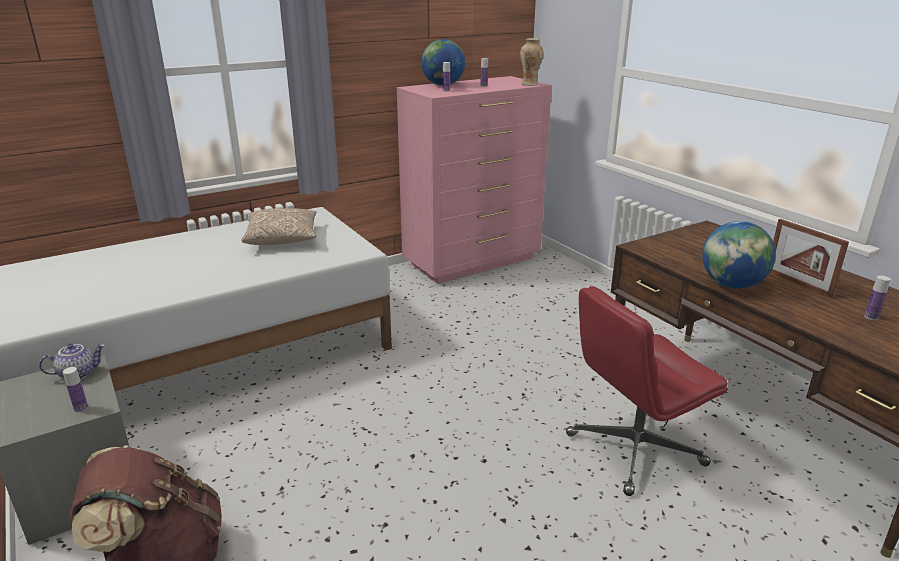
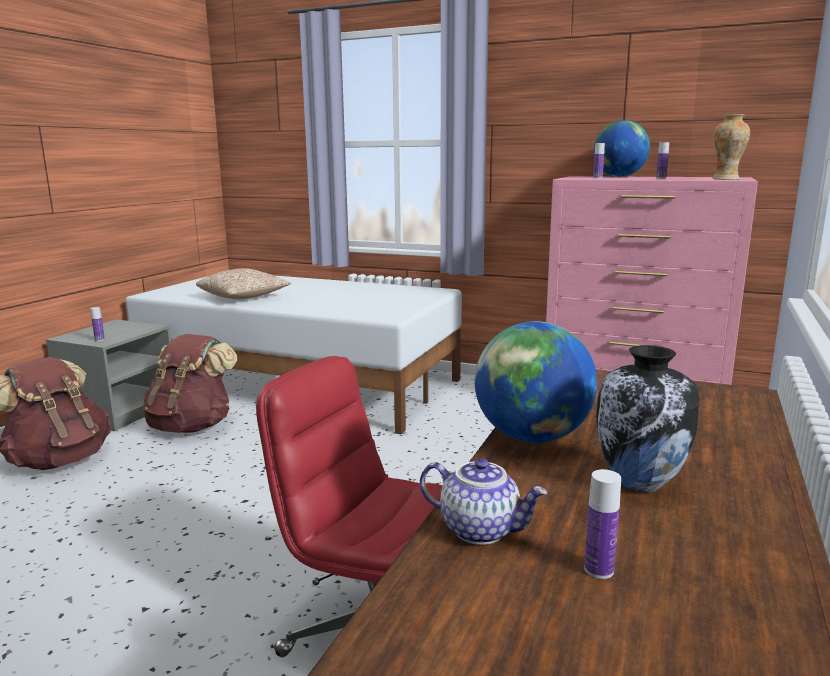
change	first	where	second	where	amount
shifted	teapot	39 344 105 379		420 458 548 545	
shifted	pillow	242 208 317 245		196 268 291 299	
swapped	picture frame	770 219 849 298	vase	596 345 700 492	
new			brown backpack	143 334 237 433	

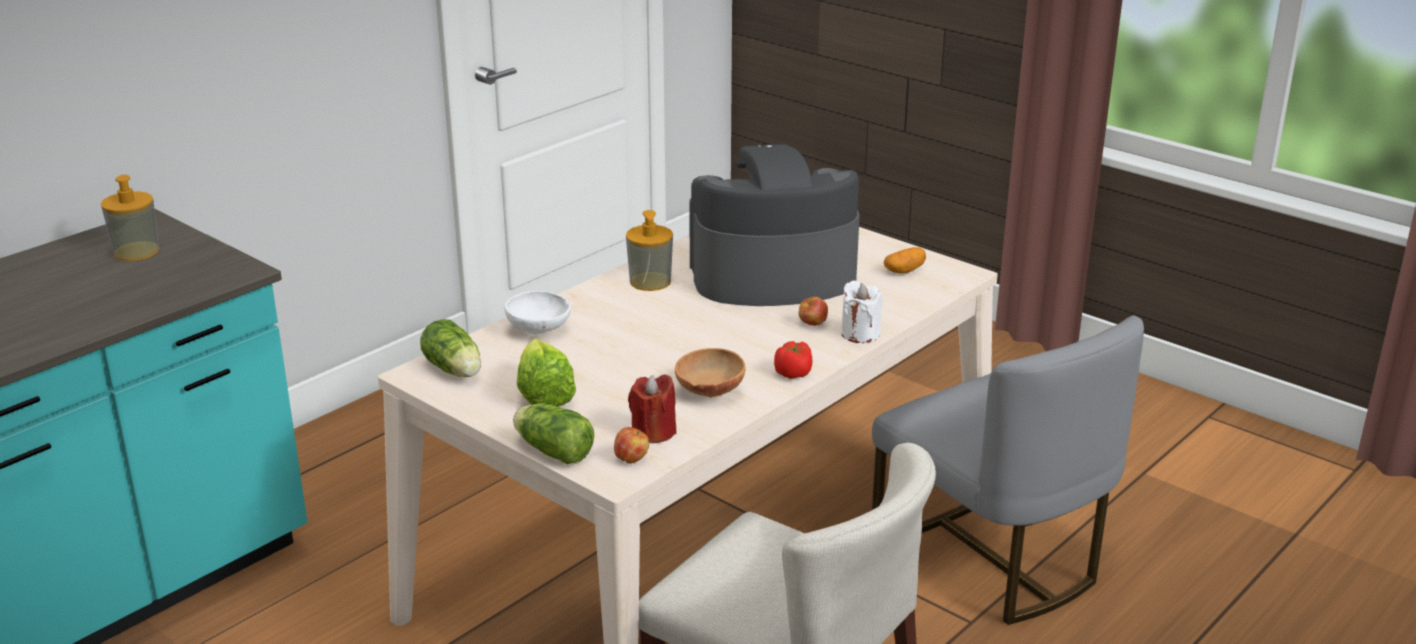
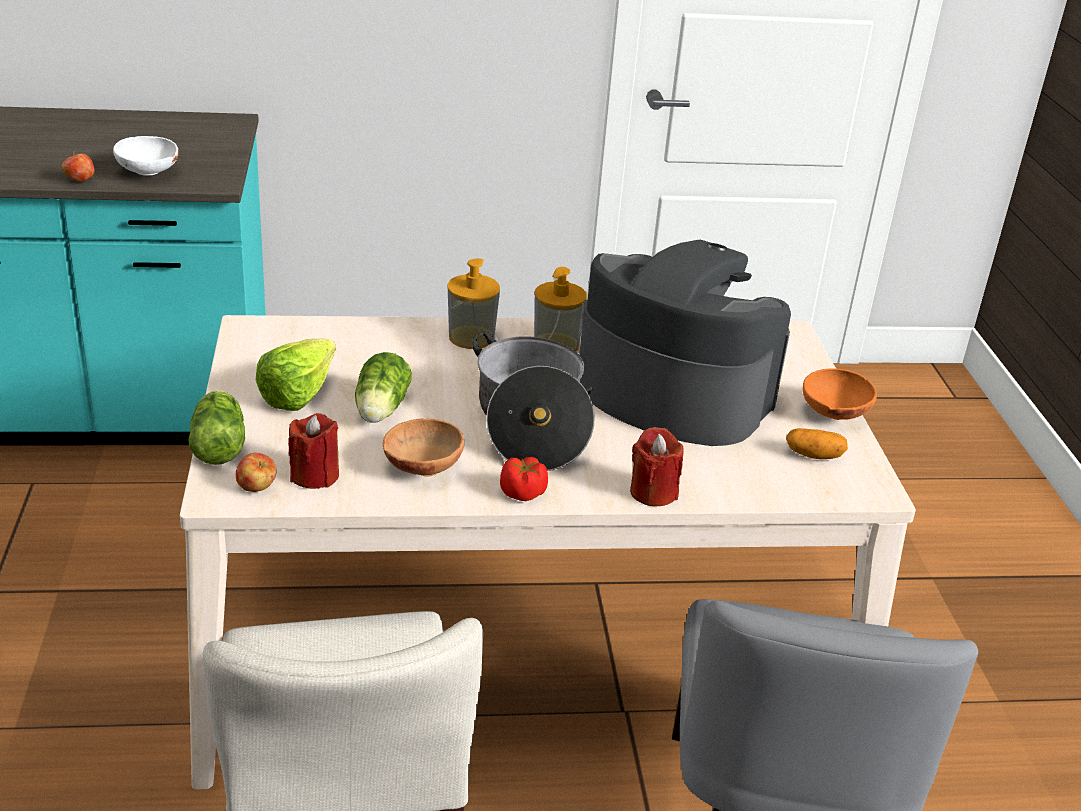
change	first	where	second	where	amount
shifted	soap dispenser	101 174 159 261		448 258 500 349	
shifted	lettuce	420 319 481 377		355 352 412 423	
shifted	white bowl	504 291 571 334		113 136 179 176	
shifted	apple	799 297 828 326		62 151 95 182	
repainted	white candle	841 281 882 343	red candle	630 427 684 506	
new			cooking pot	472 332 595 471	
new			orange bowl	802 368 877 420	

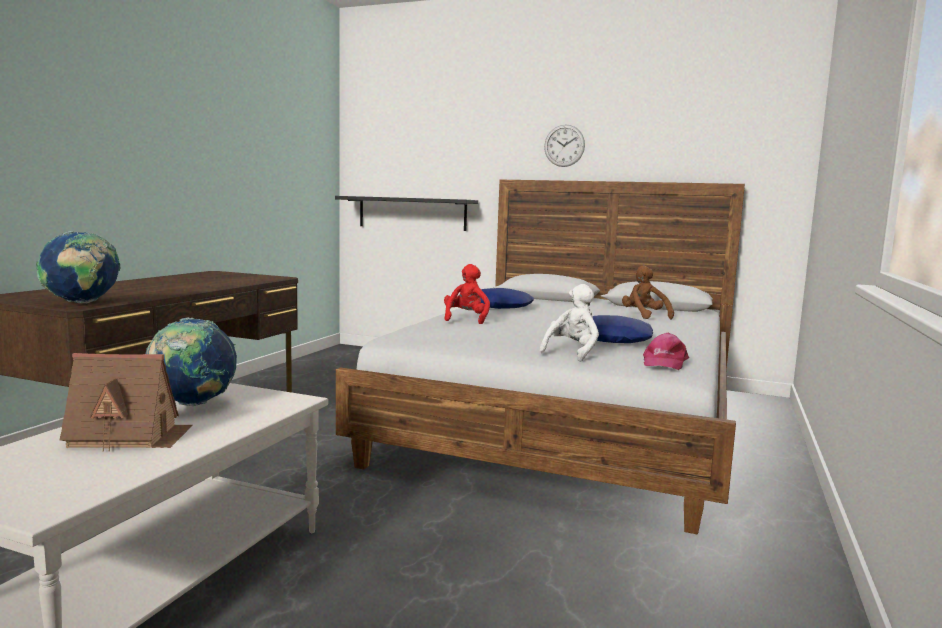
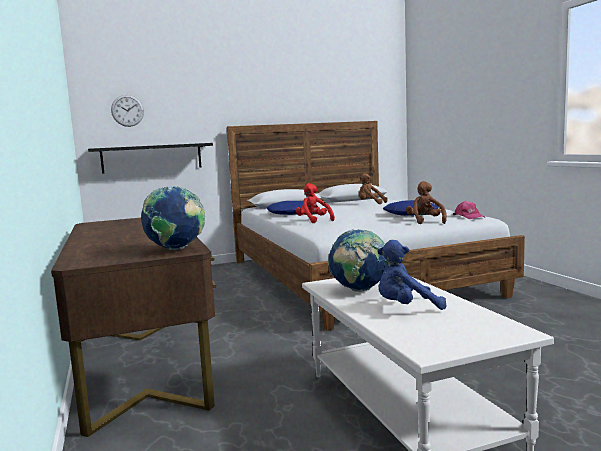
change	first	where	second	where	amount
swapped	toy house	60 353 192 451	blue plush toy	377 240 447 310	
repainted	white plush toy	539 284 599 362	brown plush toy	406 181 447 224	
shifted	wall clock	544 124 585 167		111 95 144 127	

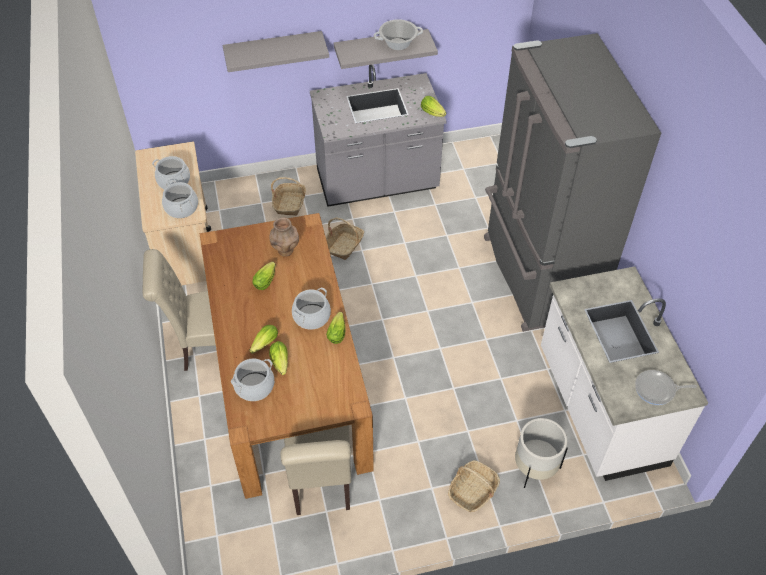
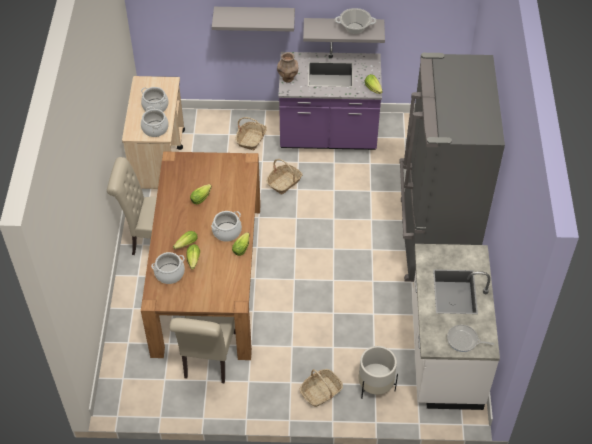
change	first	where	second	where	amount
shifted	brown vase	270 217 299 257		277 52 298 82	
repainted	grey counter	310 65 447 207	purple counter	278 42 382 150	

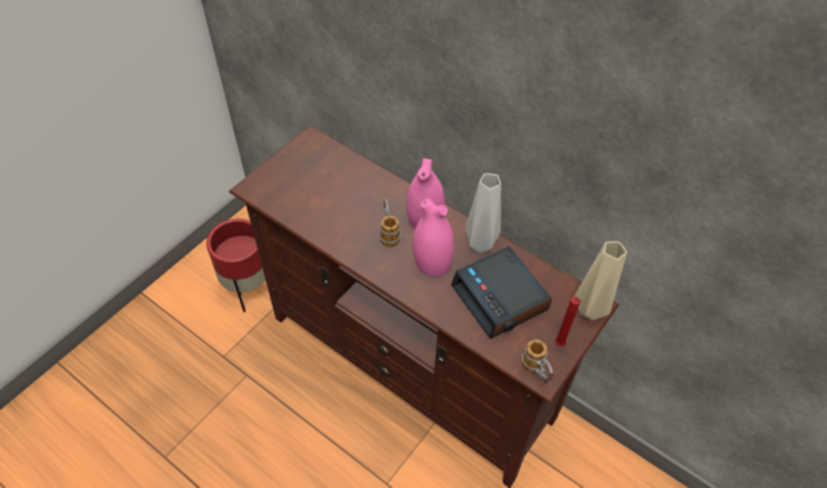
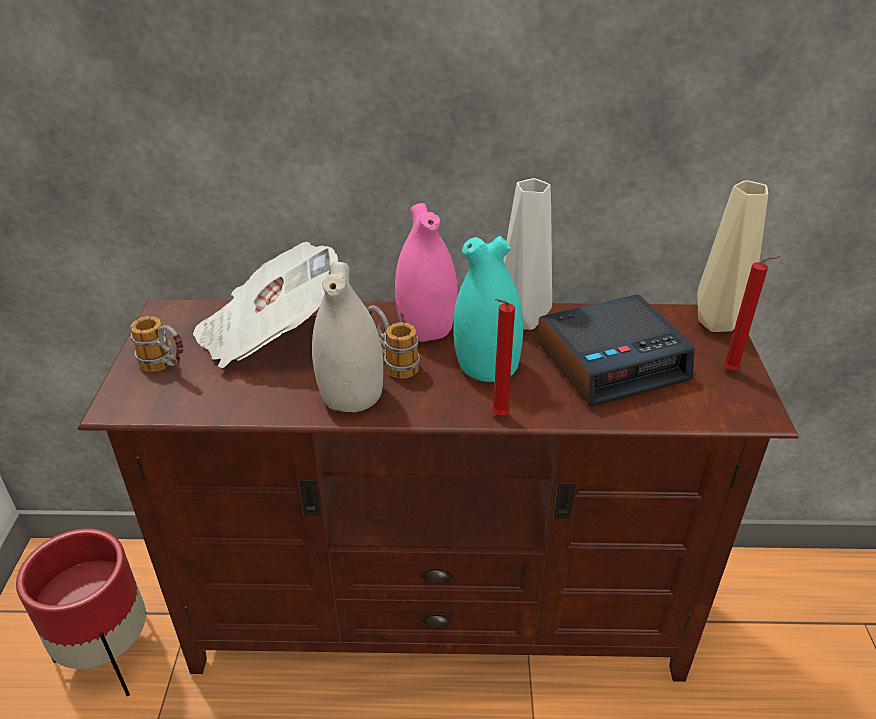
change	first	where	second	where	amount
repainted	pink vase	413 198 454 277	turquoise vase	453 236 523 382	
rotated	alarm clock	451 246 552 339		537 294 695 407	45 degrees counterclockwise
shifted	mug	521 339 554 384		131 316 184 372	
new			newspaper	193 242 338 368	
new			white vase	312 262 383 412	
new			red candle	491 299 515 415	

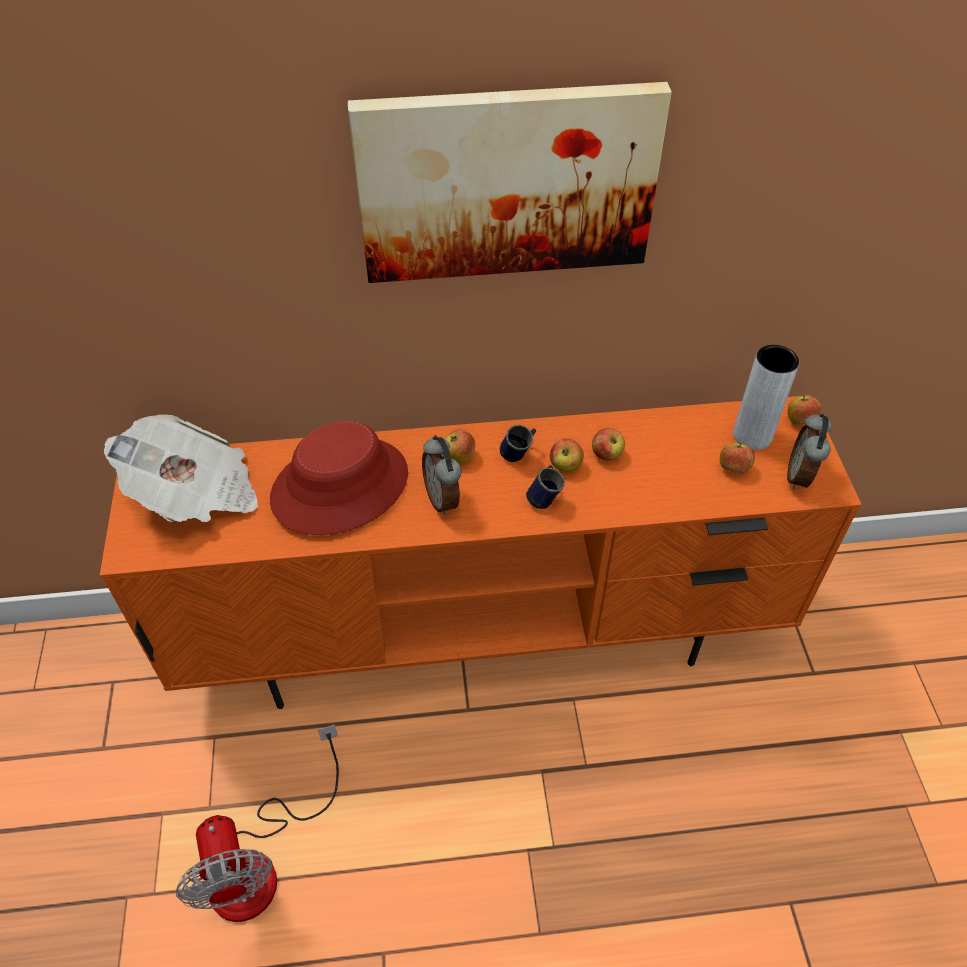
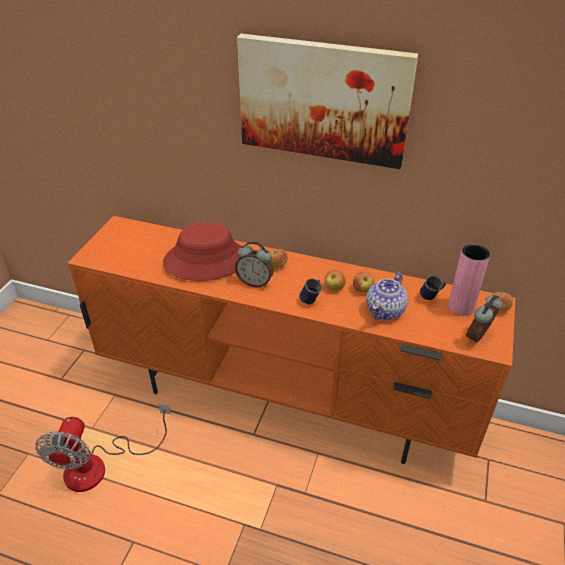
change	first	where	second	where	amount
gone	newspaper	104 414 258 523			
rotated	alarm clock	422 435 461 515		235 241 274 287	75 degrees counterclockwise
shifted	blue mug	500 425 536 462		420 275 446 300	
gone	apple	720 442 755 473			
repainted	grey vase	733 345 799 450	pink vase	448 244 490 316	
new			teapot	366 273 408 320	

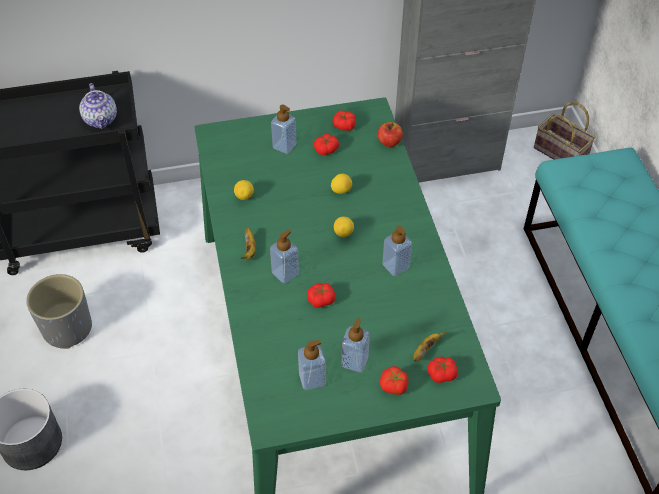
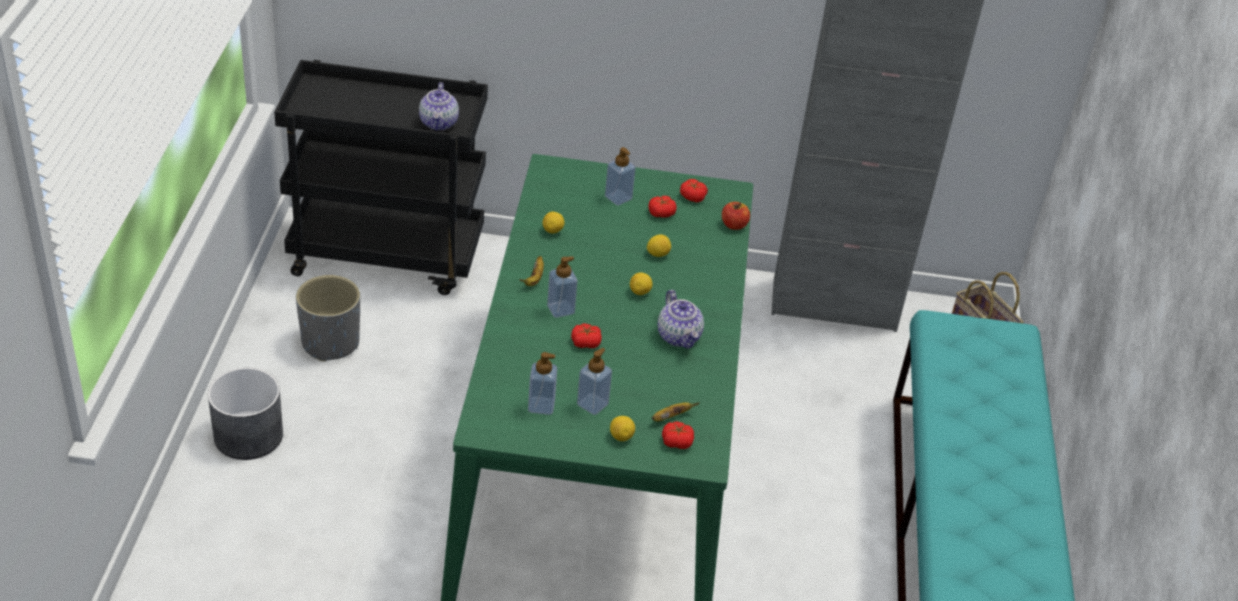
change	first	where	second	where	amount
swapped	tomato	380 366 409 395	lemon	610 416 635 441	
swapped	soap dispenser	383 226 412 276	teapot	658 290 704 349	

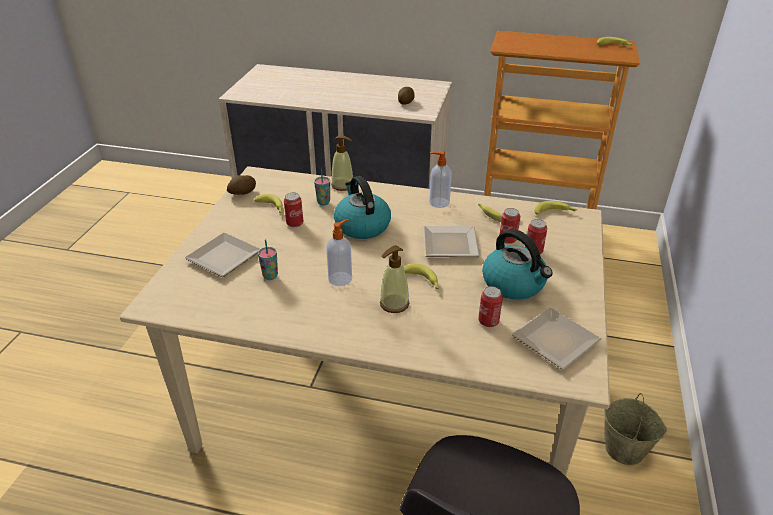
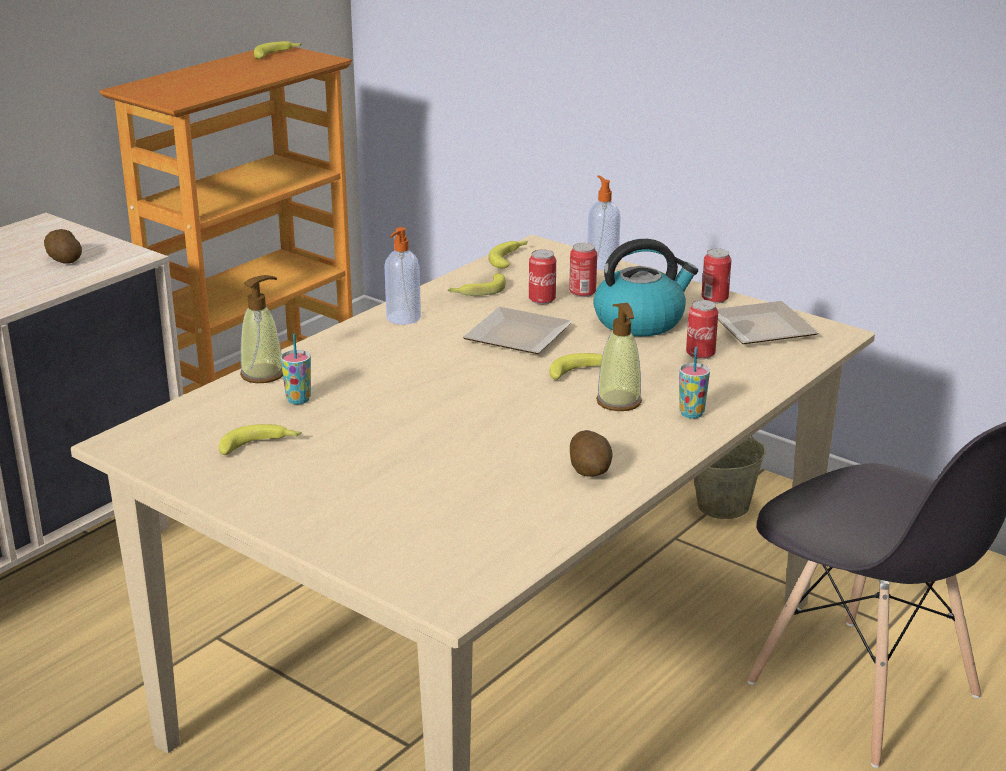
change	first	where	second	where	amount
gone	plate	185 232 260 277			
shifted	potato	227 175 256 195		570 430 612 476	
shifted	cup	258 239 278 280		679 347 710 419	
shifted	can	284 193 303 227		702 248 732 303	
shifted	soap dispenser	326 219 352 286		587 176 621 270	
gone	kettle	334 176 391 239			

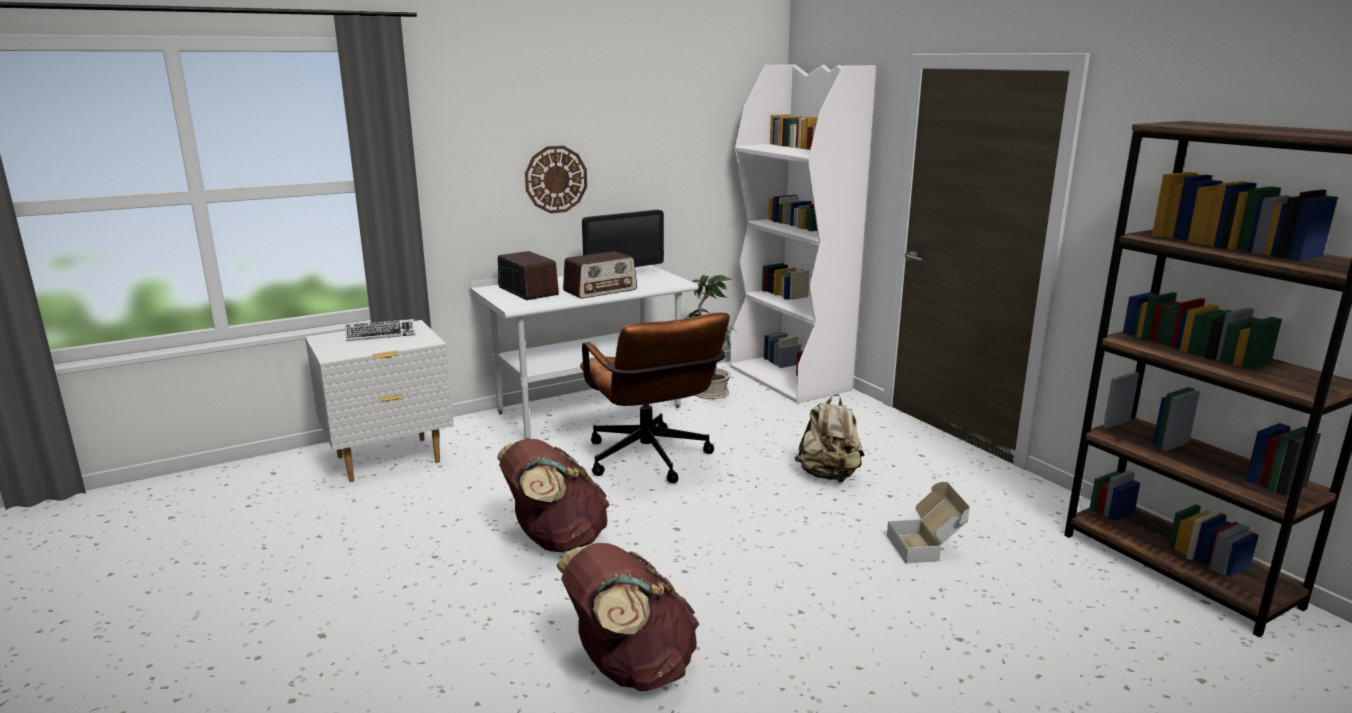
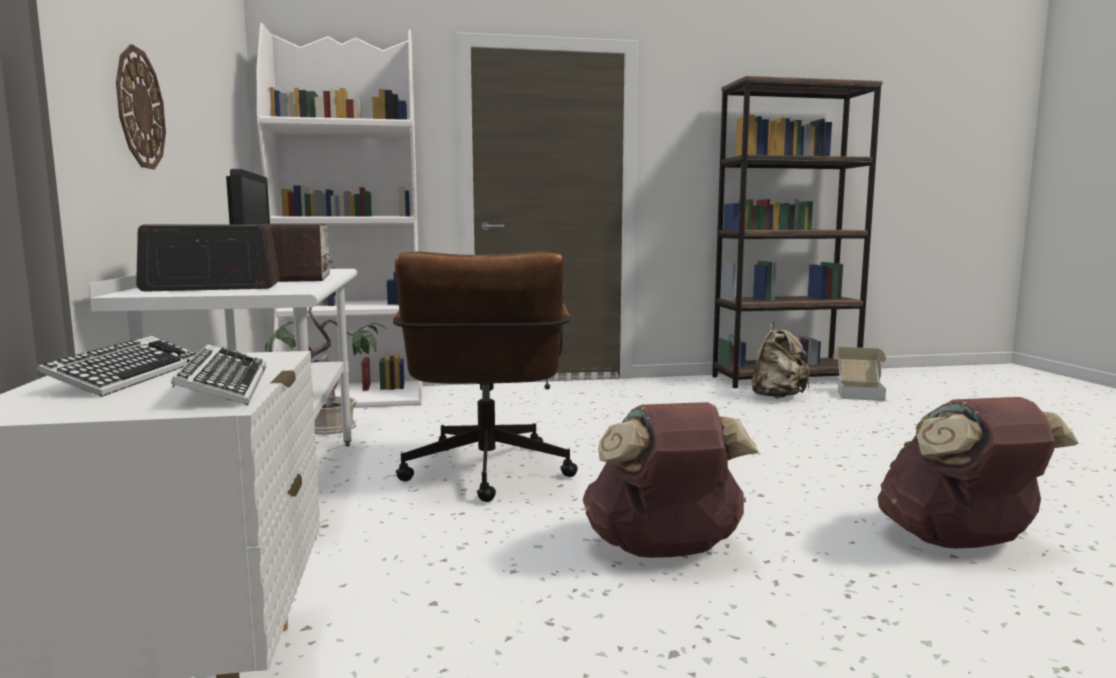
change	first	where	second	where	amount
rotated	brown office chair	580 313 730 483		393 251 578 502	90 degrees clockwise
shifted	beige backpack	795 394 864 483		752 321 810 398	
shifted	cardboard box	887 482 970 564		833 347 886 401	
new			keyboard	171 344 266 405	

